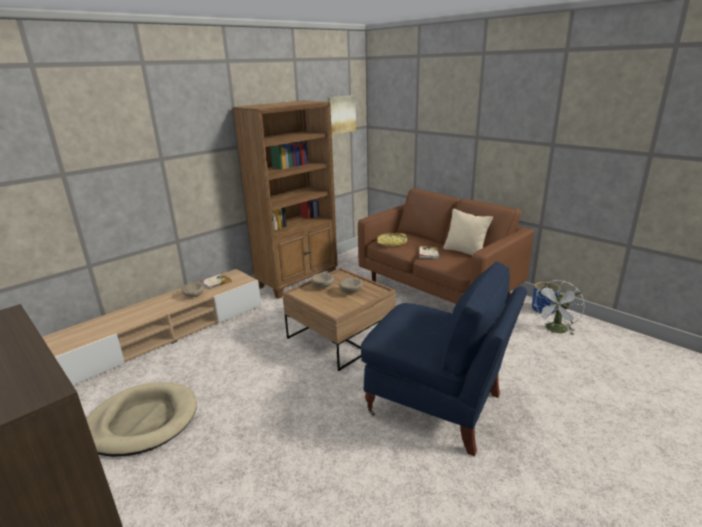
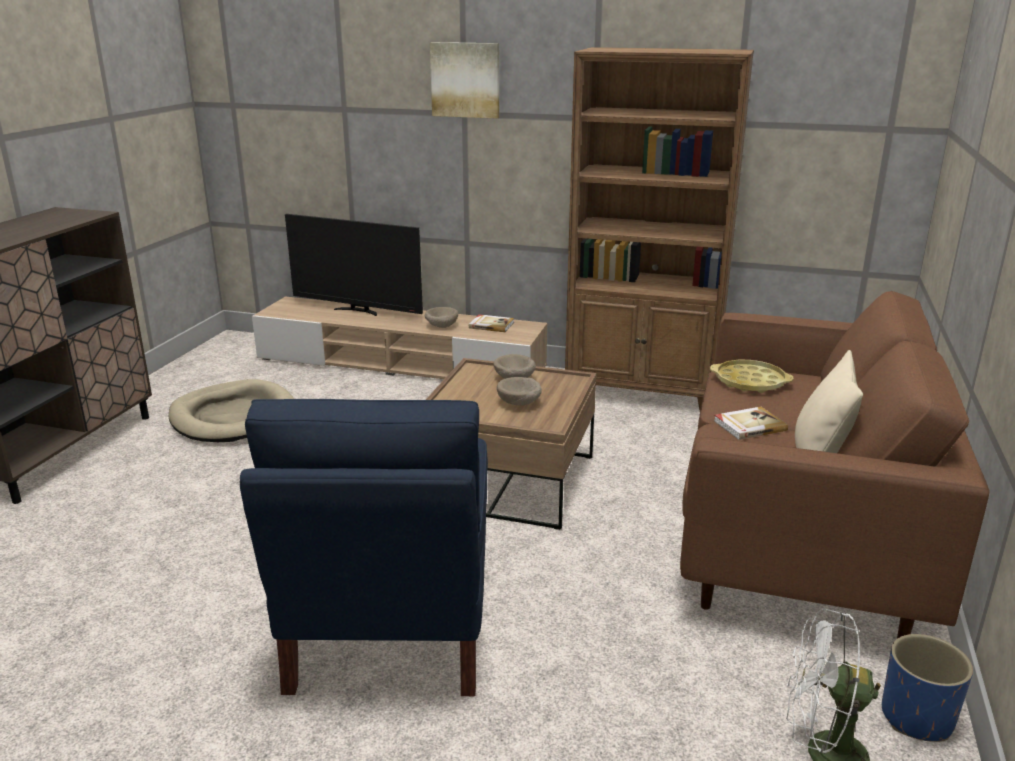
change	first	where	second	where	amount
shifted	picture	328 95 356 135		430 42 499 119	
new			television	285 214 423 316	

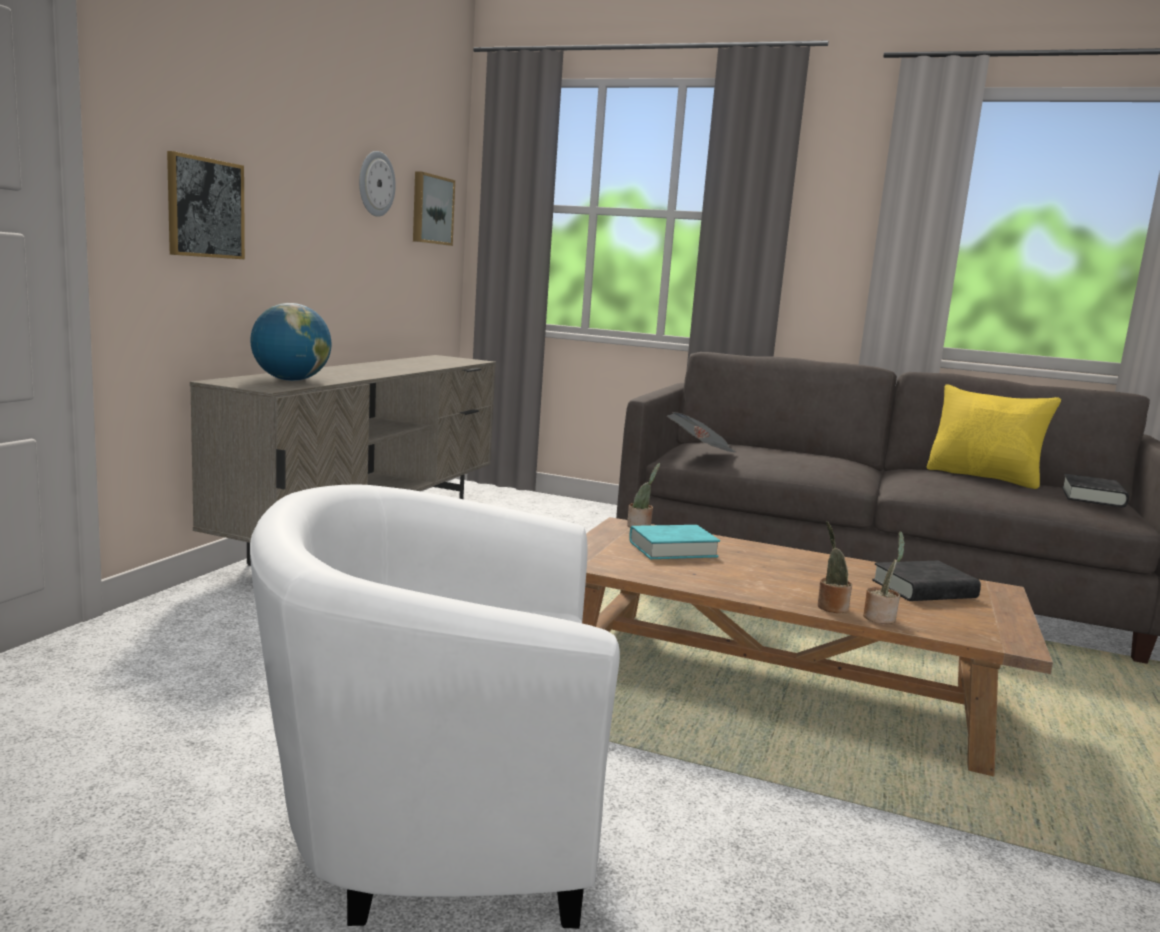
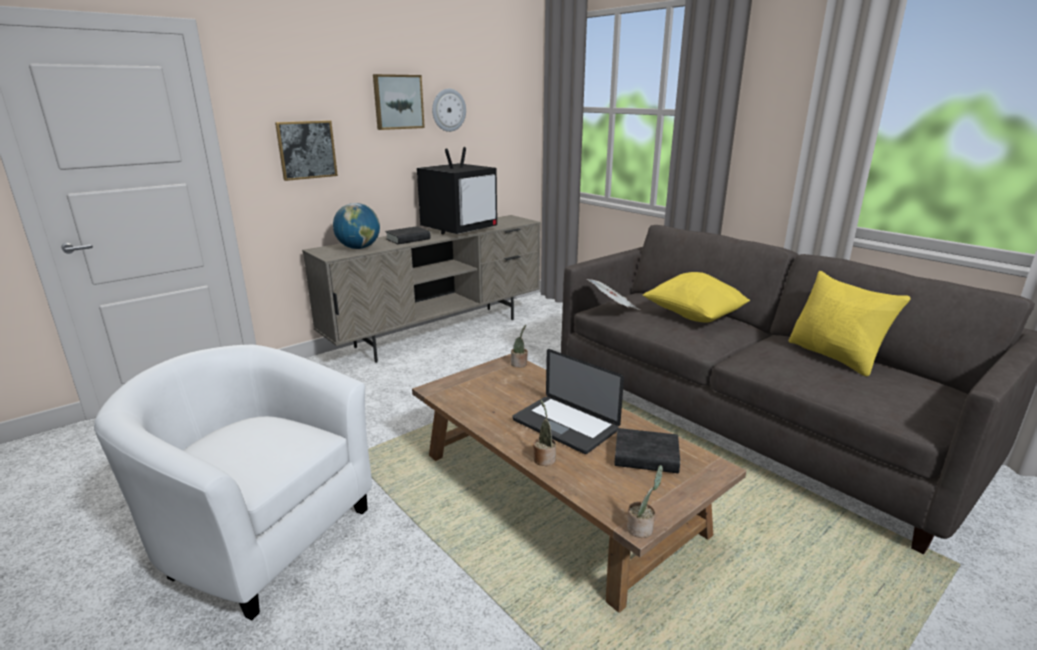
change	first	where	second	where	amount
shifted	picture	413 171 455 246		373 74 425 130	
gone	turquoise book	629 525 720 559			
shifted	potted plant	863 531 905 624		627 465 663 538	
shifted	black book	1062 474 1129 507		385 226 431 244	
new			television	417 147 497 235	
new			laptop	513 349 624 454	
new			yellow pillow	643 272 750 322	

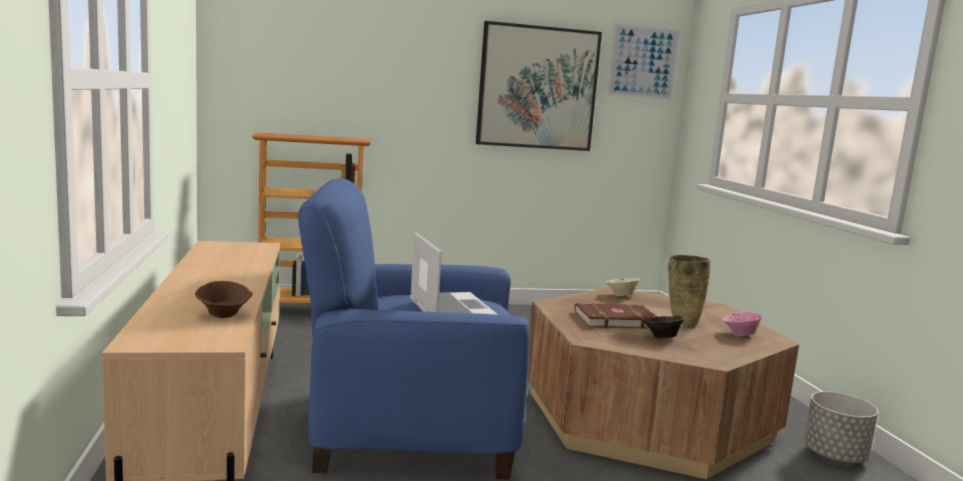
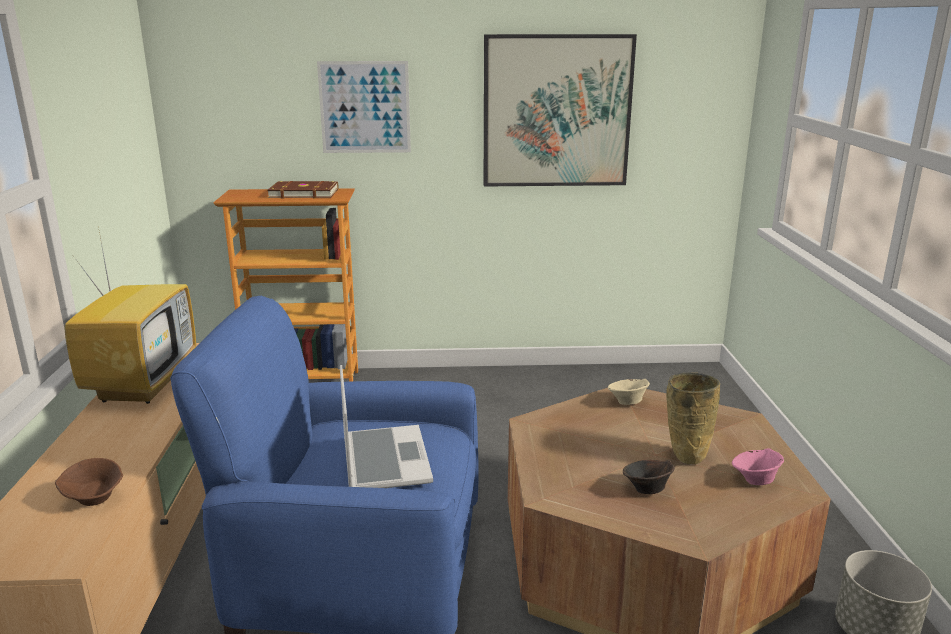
change	first	where	second	where	amount
shifted	brown book	574 303 657 329		267 181 338 199	
shifted	picture	607 23 680 100		317 61 411 153	
new			television	64 232 196 404	

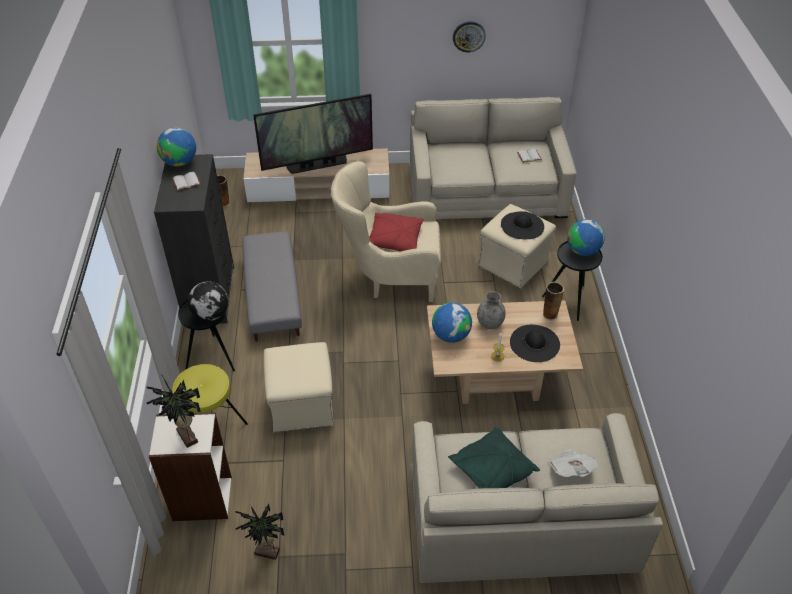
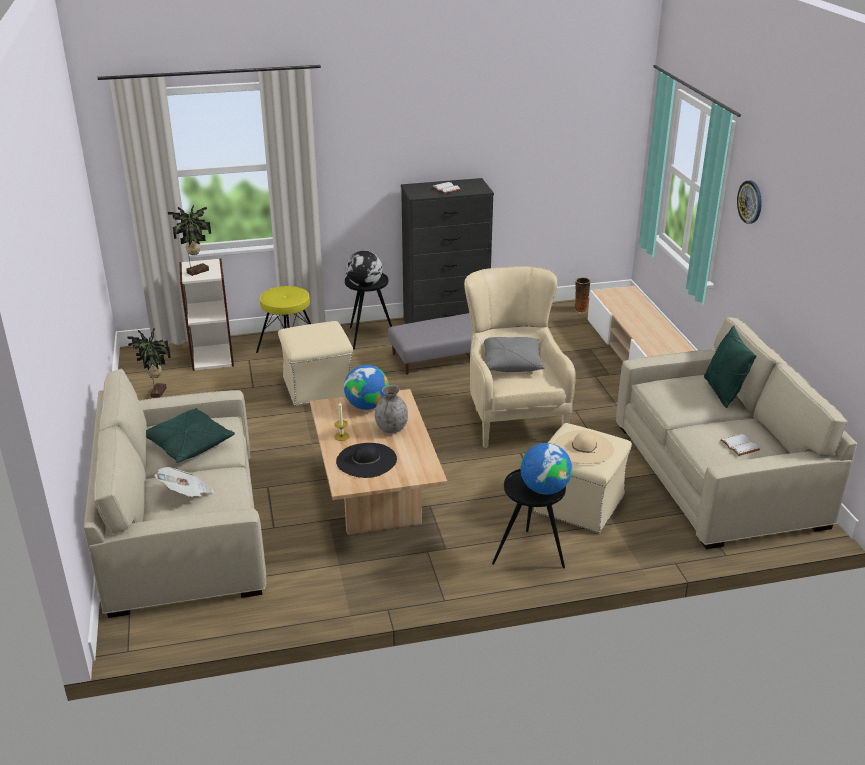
change	first	where	second	where	amount
gone	globe	157 127 196 166			
gone	television	253 94 373 174			
repainted	red pillow	369 213 423 251	grey pillow	484 337 545 372	
shifted	wall clock	453 21 486 52		737 180 762 224	
repainted	black hat	501 211 544 239	beige hat	555 430 614 464	
gone	vase	543 281 564 320			
new			green pillow	704 325 756 408	

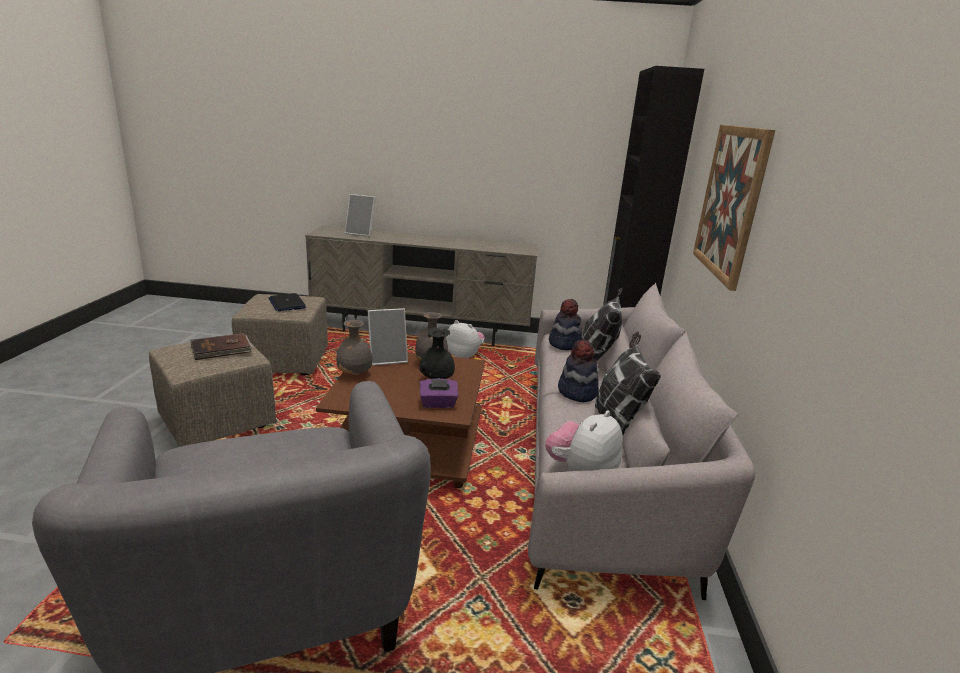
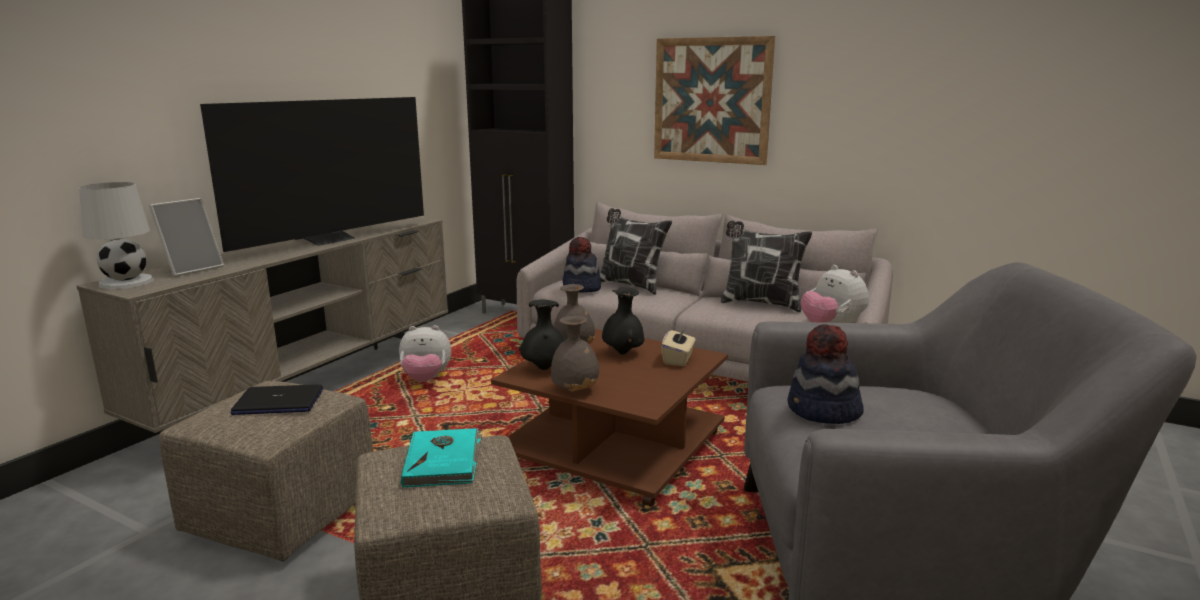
change	first	where	second	where	amount
repainted	brown book	191 333 252 360	turquoise book	401 428 482 488	
swapped	picture frame	368 308 408 366	black vase	519 300 567 370	
repainted	purple tissue box	420 379 458 408	beige tissue box	661 327 696 366	
rotated	plush toy	446 320 485 358		399 325 451 382	150 degrees counterclockwise
shifted	hat	558 339 599 402		788 324 864 424	
new			white table lamp	79 182 154 289	
new			television	200 97 424 252	

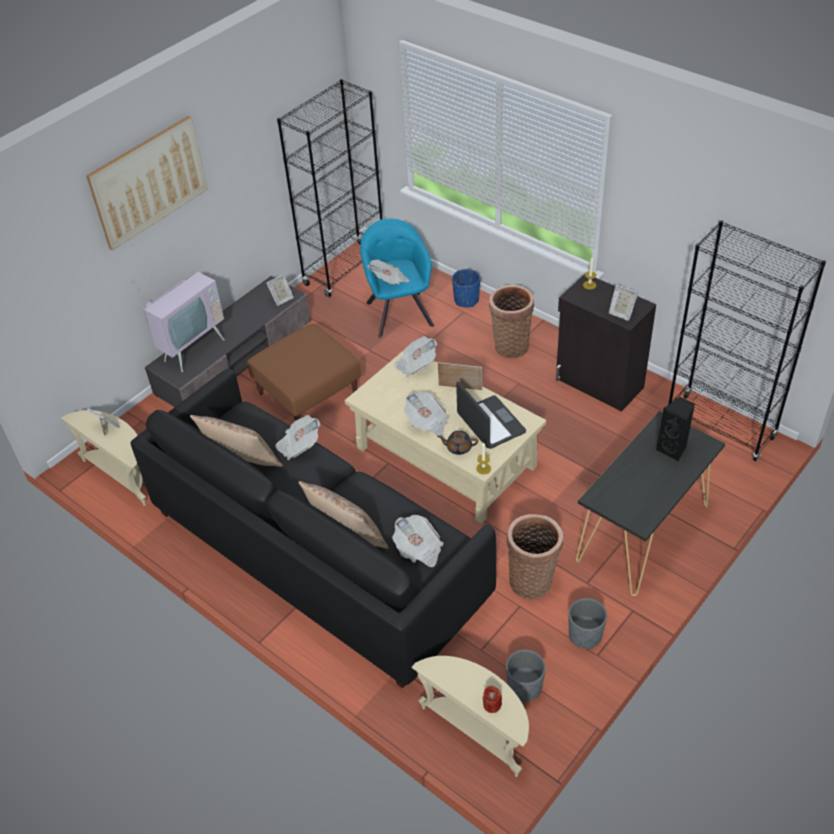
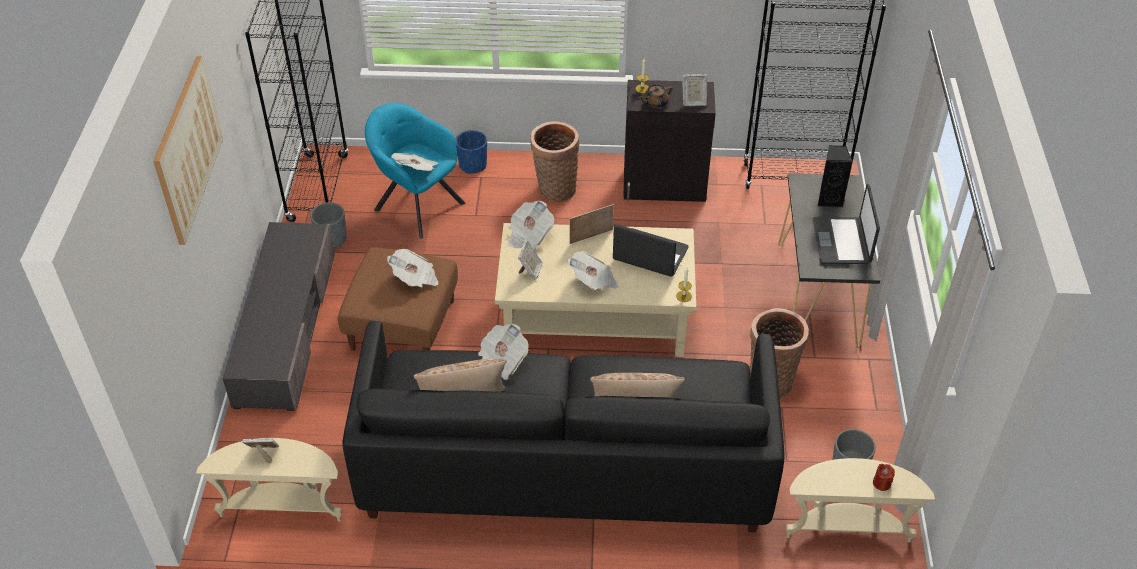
change	first	where	second	where	amount
gone	television	130 268 225 372			
shifted	picture frame	266 274 294 306		518 240 543 280	
shifted	newspaper	392 515 443 567		387 249 439 288	
shifted	brown teapot	437 431 478 455		639 85 673 108	
shifted	grey planter	569 598 607 649		310 202 347 248	
new			laptop	813 184 880 264	

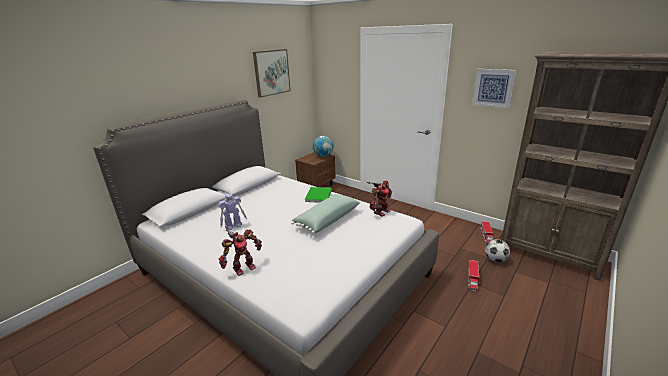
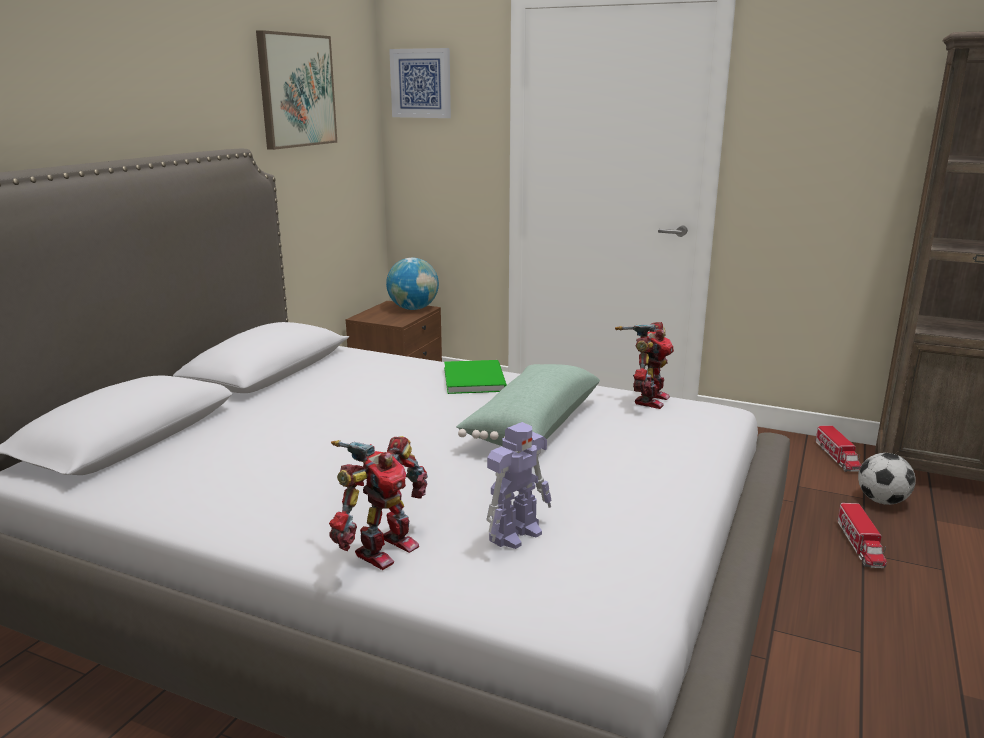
change	first	where	second	where	amount
shifted	toy robot	219 194 247 230		486 422 552 549	
shifted	picture	472 69 516 108		389 48 451 118	

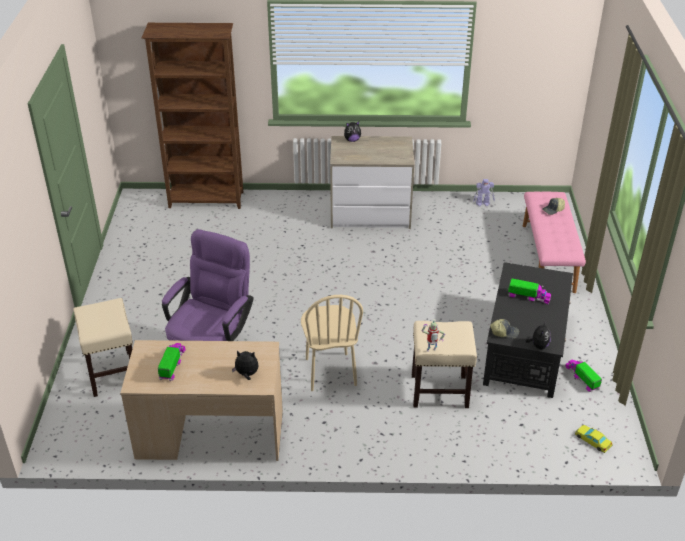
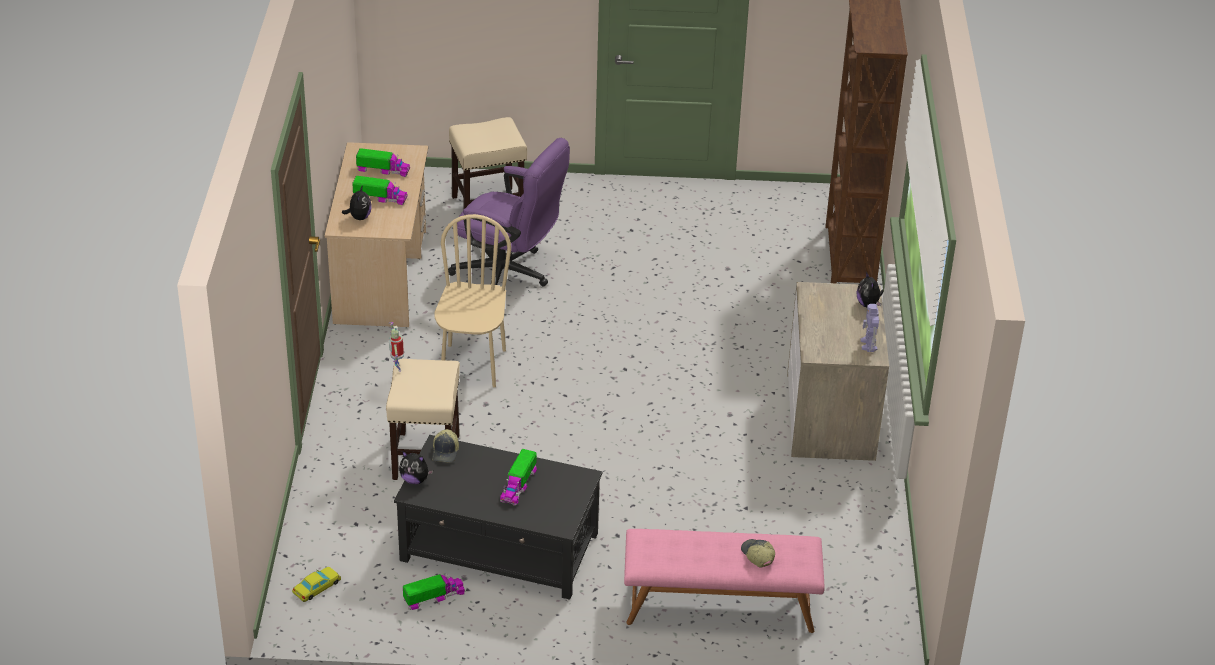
change	first	where	second	where	amount
rotated	beige chair	301 295 363 391		434 214 511 387	105 degrees clockwise
shifted	toy robot	473 179 495 206		860 304 879 352	
new			toy truck	352 176 408 205	

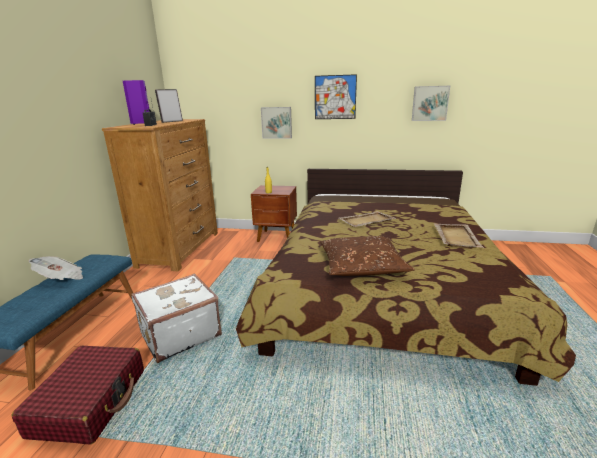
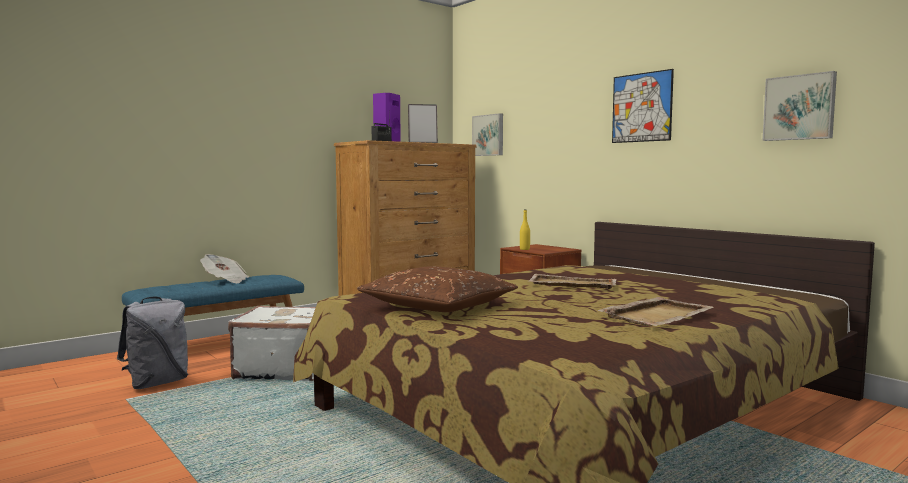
change	first	where	second	where	amount
swapped	red suitcase	12 346 144 445	grey backpack	117 296 188 389	
shifted	picture	261 107 292 138		472 113 503 156	

